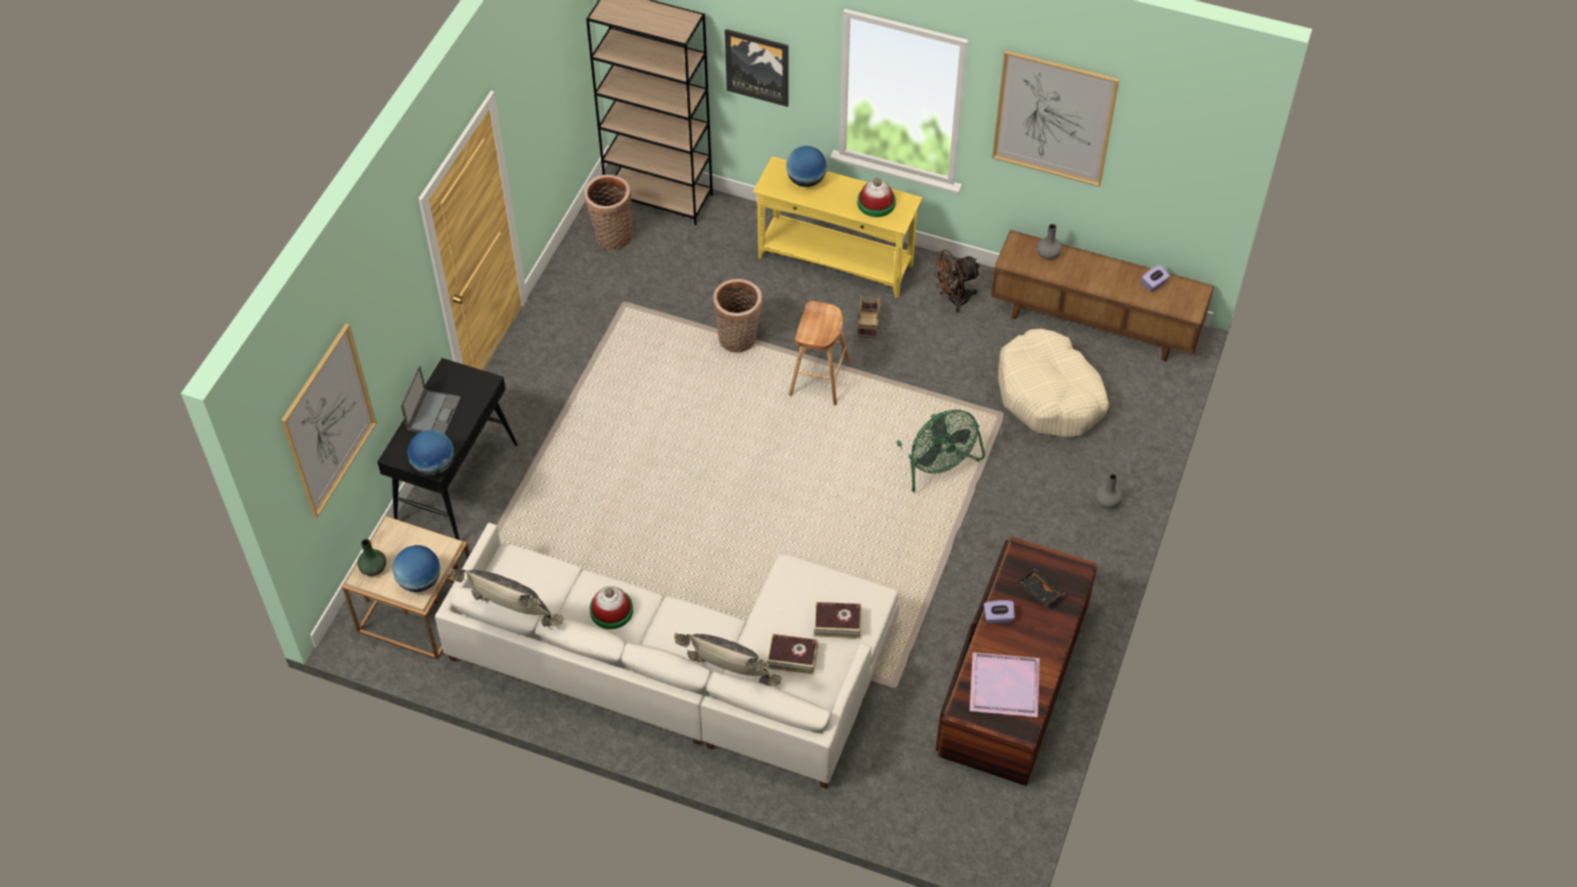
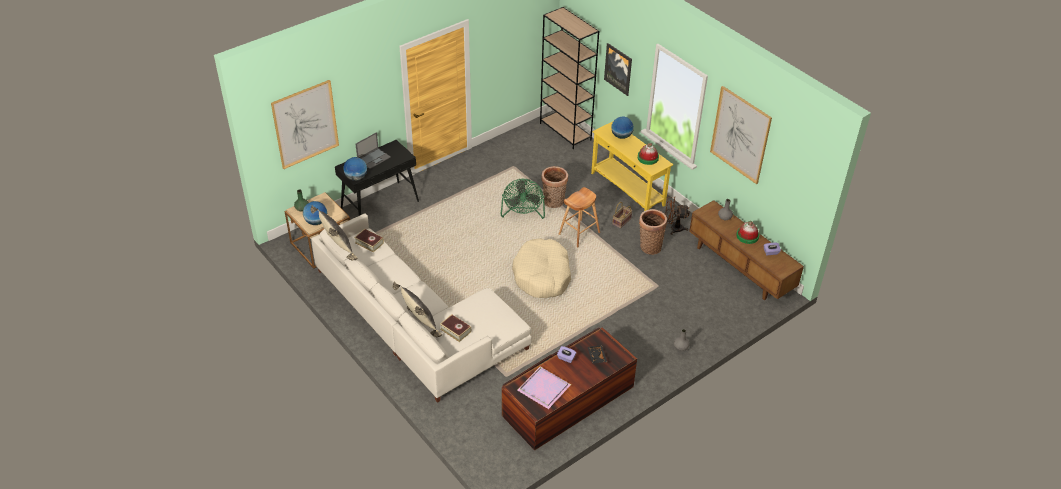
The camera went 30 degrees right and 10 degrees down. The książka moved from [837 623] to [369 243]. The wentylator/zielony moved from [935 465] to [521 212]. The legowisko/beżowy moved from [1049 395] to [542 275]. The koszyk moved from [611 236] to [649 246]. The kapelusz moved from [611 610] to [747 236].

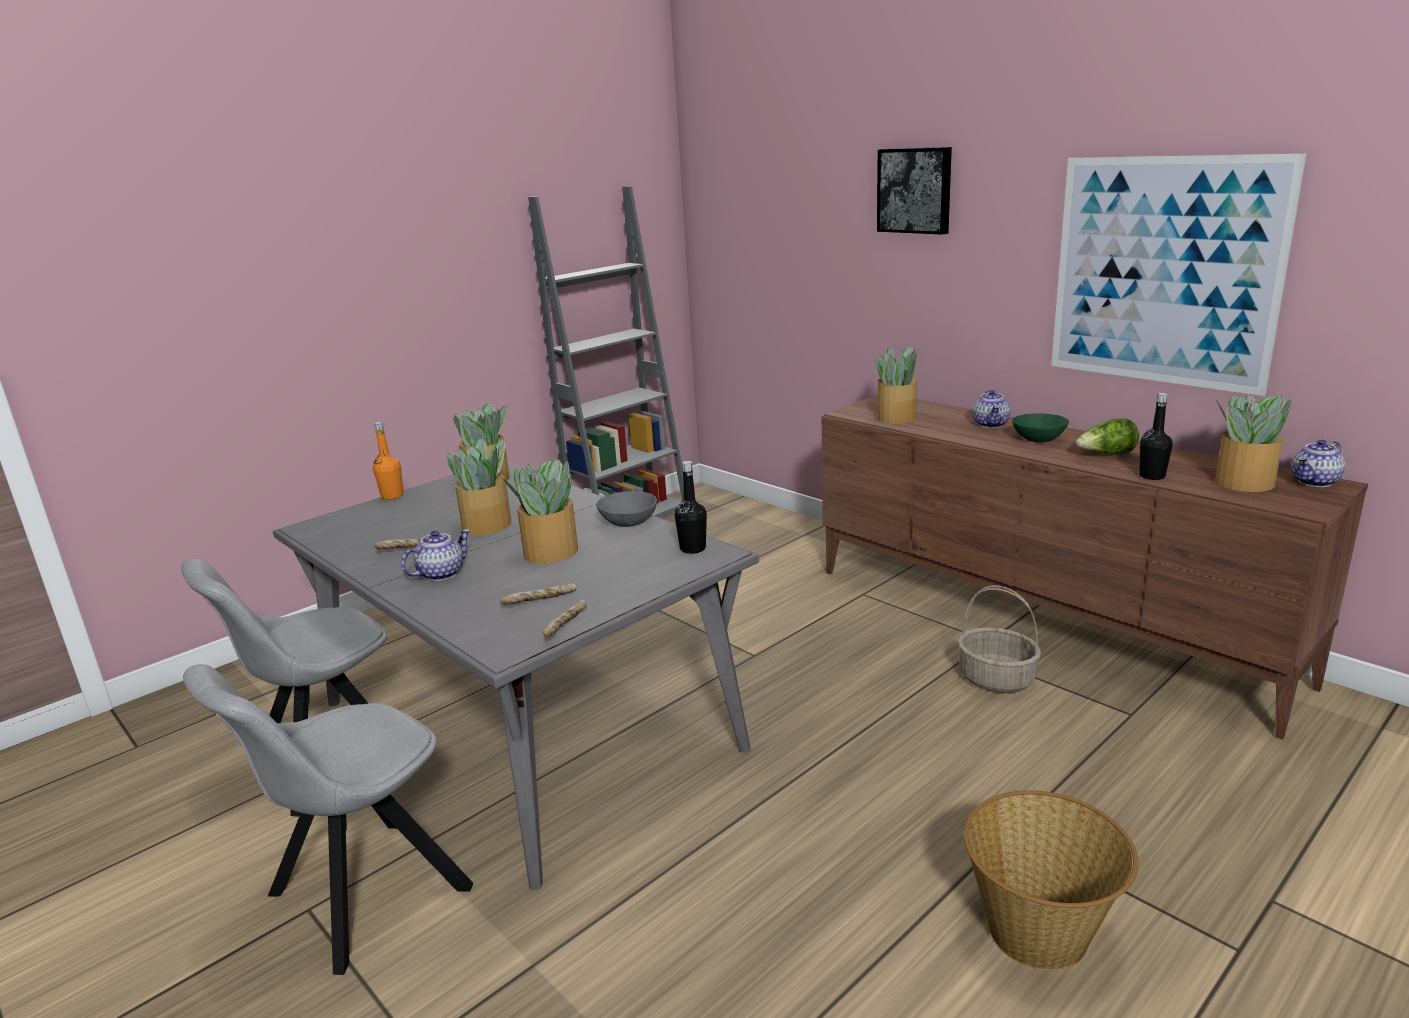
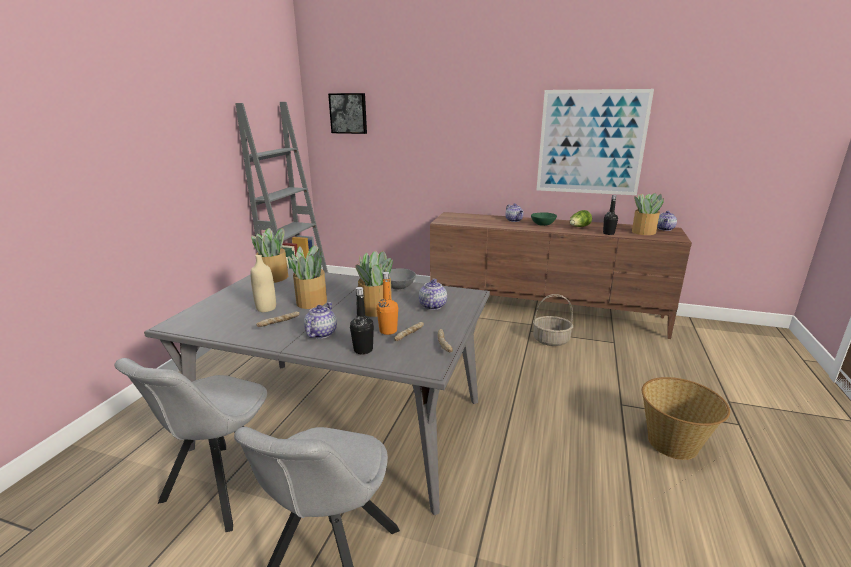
The camera went 30 degrees left and 0 degrees up. The butelka/beżowy at [266 308] appeared. The obraz moved from [915 190] to [348 113]. The butelka/czarny moved from [692 548] to [363 350]. The butelka/pomarańczowy moved from [392 496] to [388 331]. The imbryk at [432 306] appeared. The roślina doniczkowa at [897 417] disappeared.

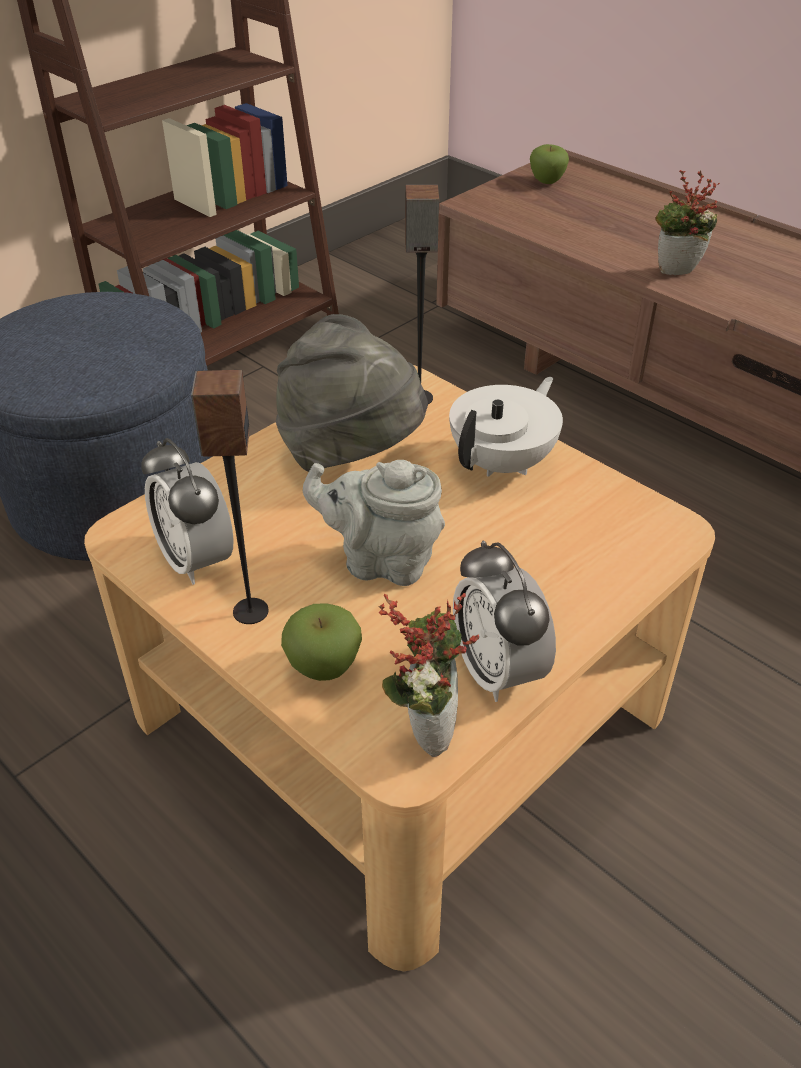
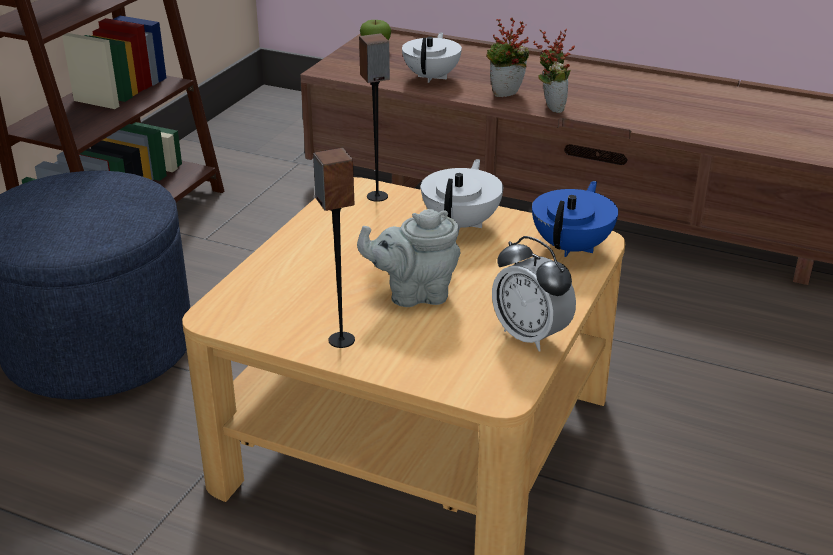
The camera went 20 degrees left and 10 degrees down. The imbryk/biały at [432 77] appeared. The imbryk/niebieski at [572 247] appeared. The roślina doniczkowa moved from [425 727] to [550 108]. The budzik at [196 560] disappeared. The kapelusz/szary at [351 454] disappeared. The jabłko at [323 667] disappeared.

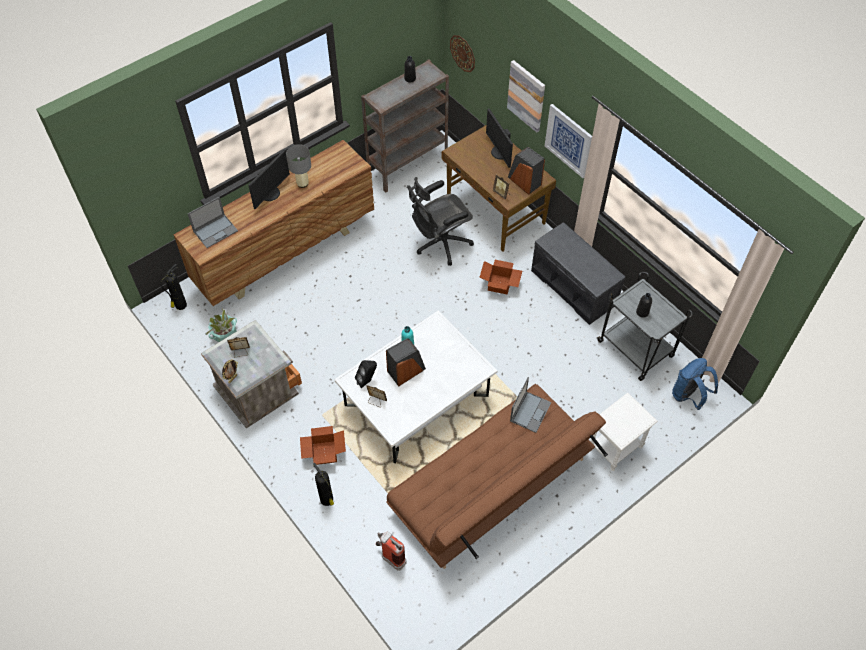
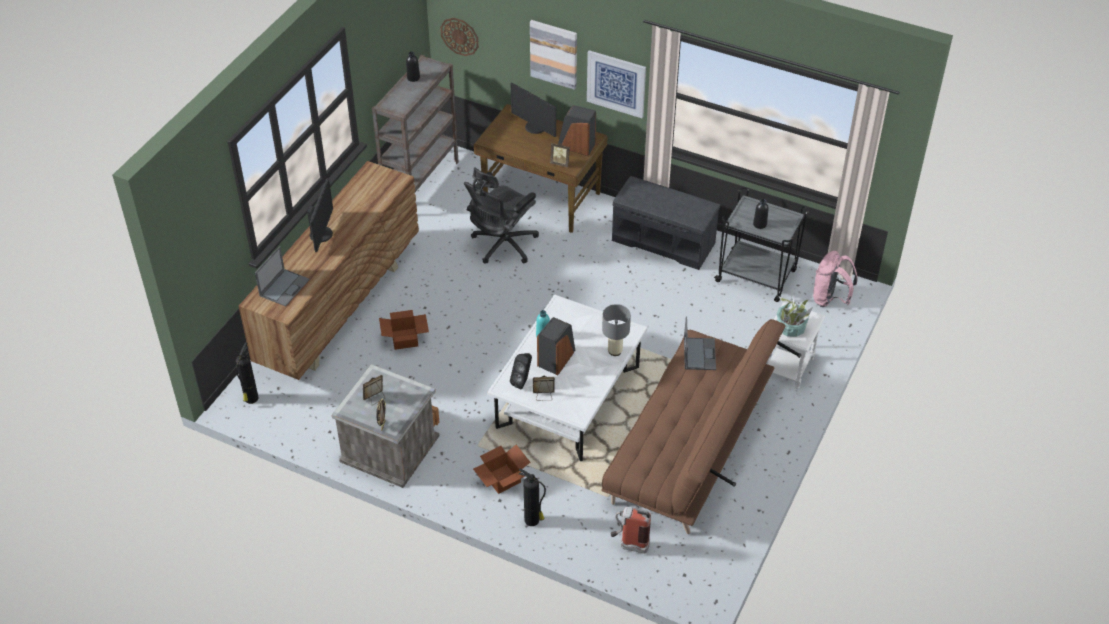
The camera went 25 degrees left and 10 degrees down. The karton moved from [500 285] to [405 339]. The lampa stołowa/szary moved from [302 183] to [614 351]. The roślina doniczkowa moved from [224 334] to [790 328]. The plecak/niebieski at [689 396] became the plecak/różowy at [830 299].

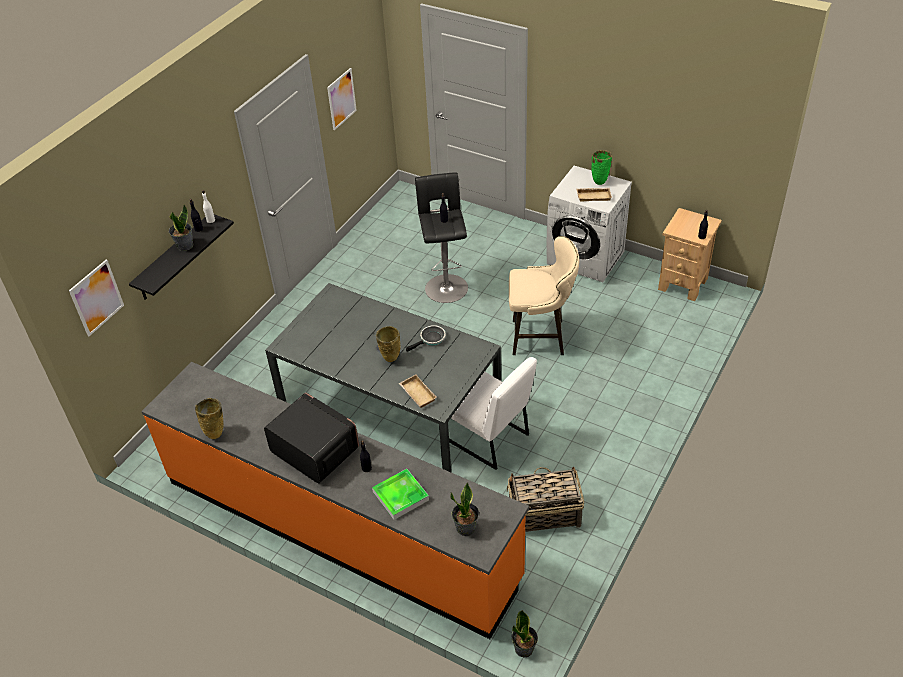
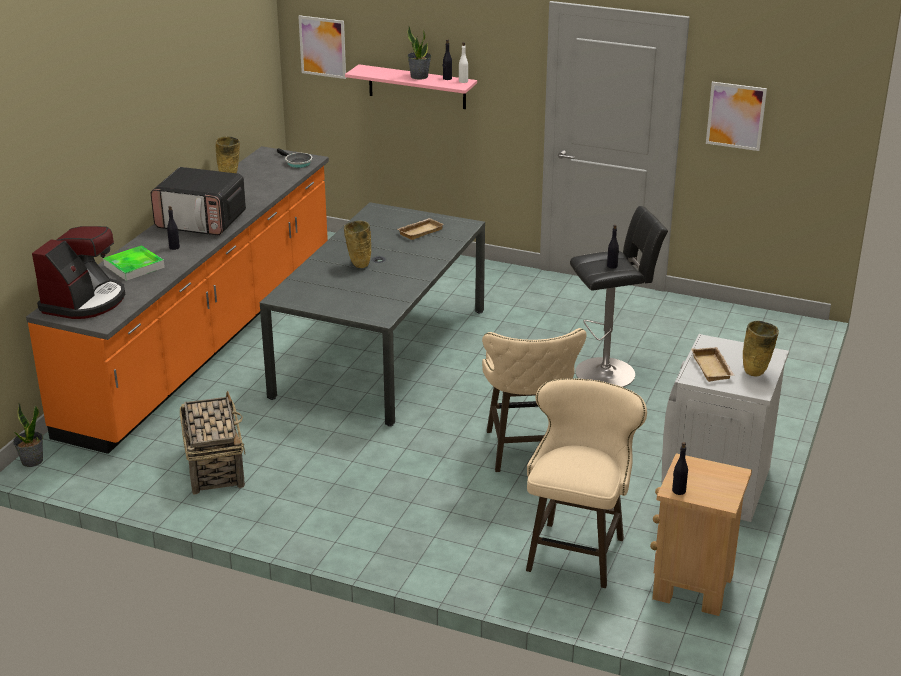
The camera went 80 degrees right and 15 degrees down. The roślina doniczkowa at [466 527] was replaced by the ekspres do kawy at [84 301]. The mikrofalówka at [314 451] turned 75 degrees clockwise. The patelnia moved from [431 339] to [297 162]. The półka/czarny at [174 258] became the półka/różowy at [417 87]. The taca/beżowy moved from [416 394] to [420 231]. The stołek/beżowy at [577 551] appeared. The wazon/zielony at [600 181] became the wazon/beżowy at [756 373]. The krzesło/biały at [487 438] disappeared.

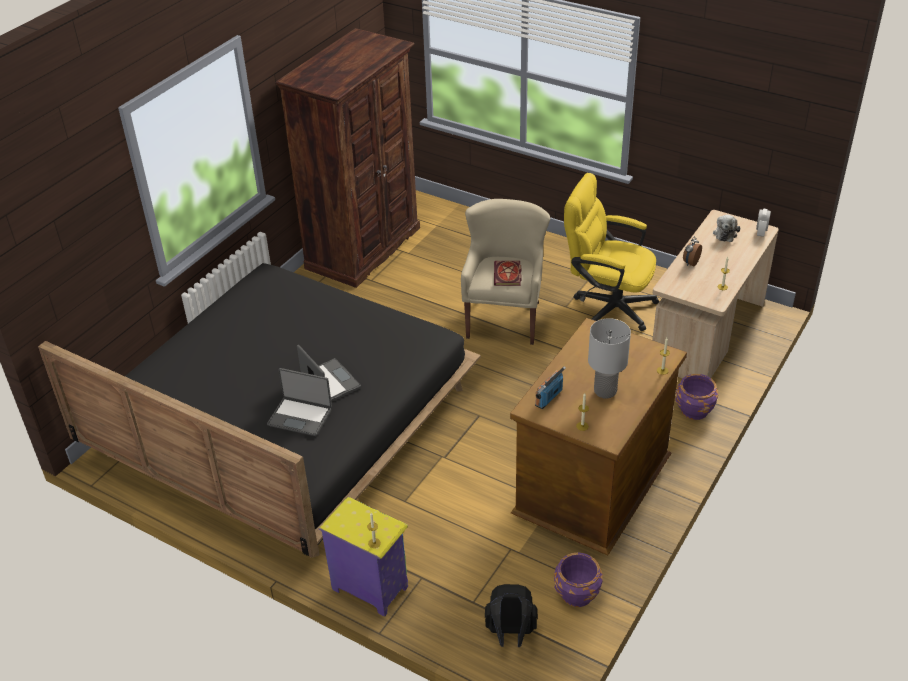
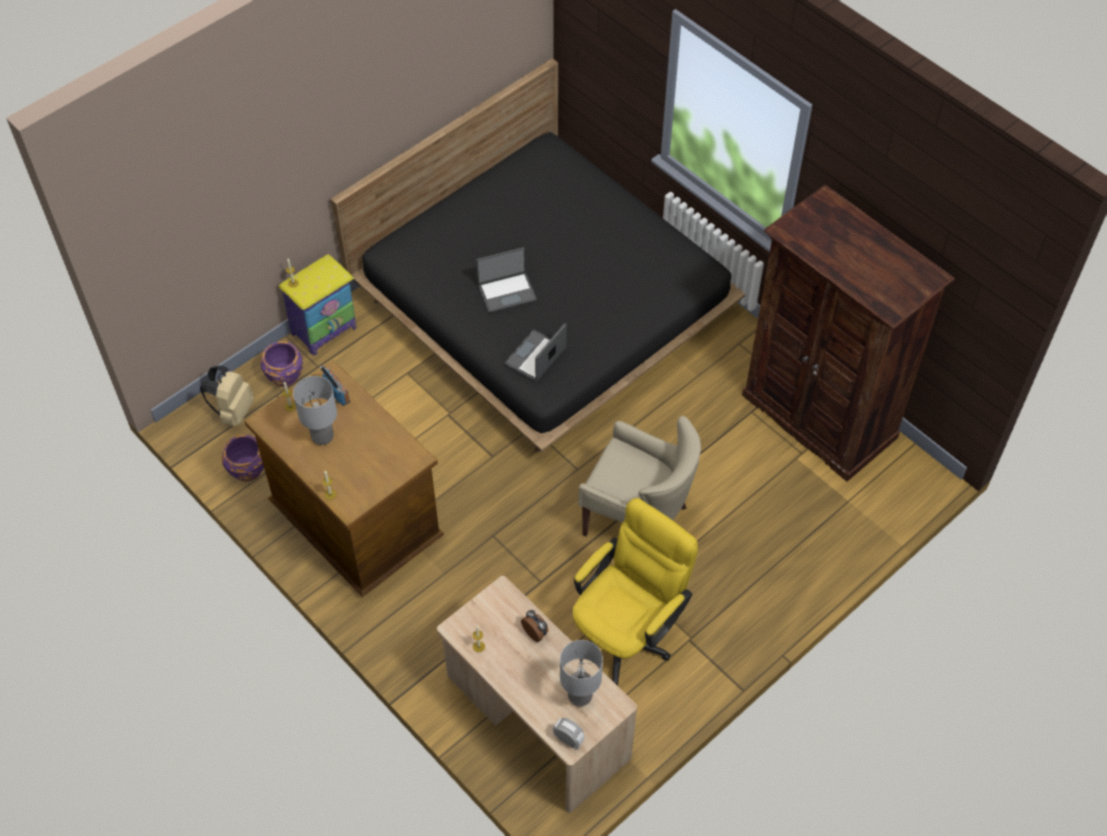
The camera went 105 degrees right and 15 degrees up. The plecak/czarny at [510 634] became the plecak/beżowy at [233 412]. The donica/fioletowy moved from [694 410] to [284 375]. The laptop moved from [300 416] to [536 357]. The pluszak at [725 233] was replaced by the lampa stołowa/szary at [580 697]. The książka at [508 275] disappeared.

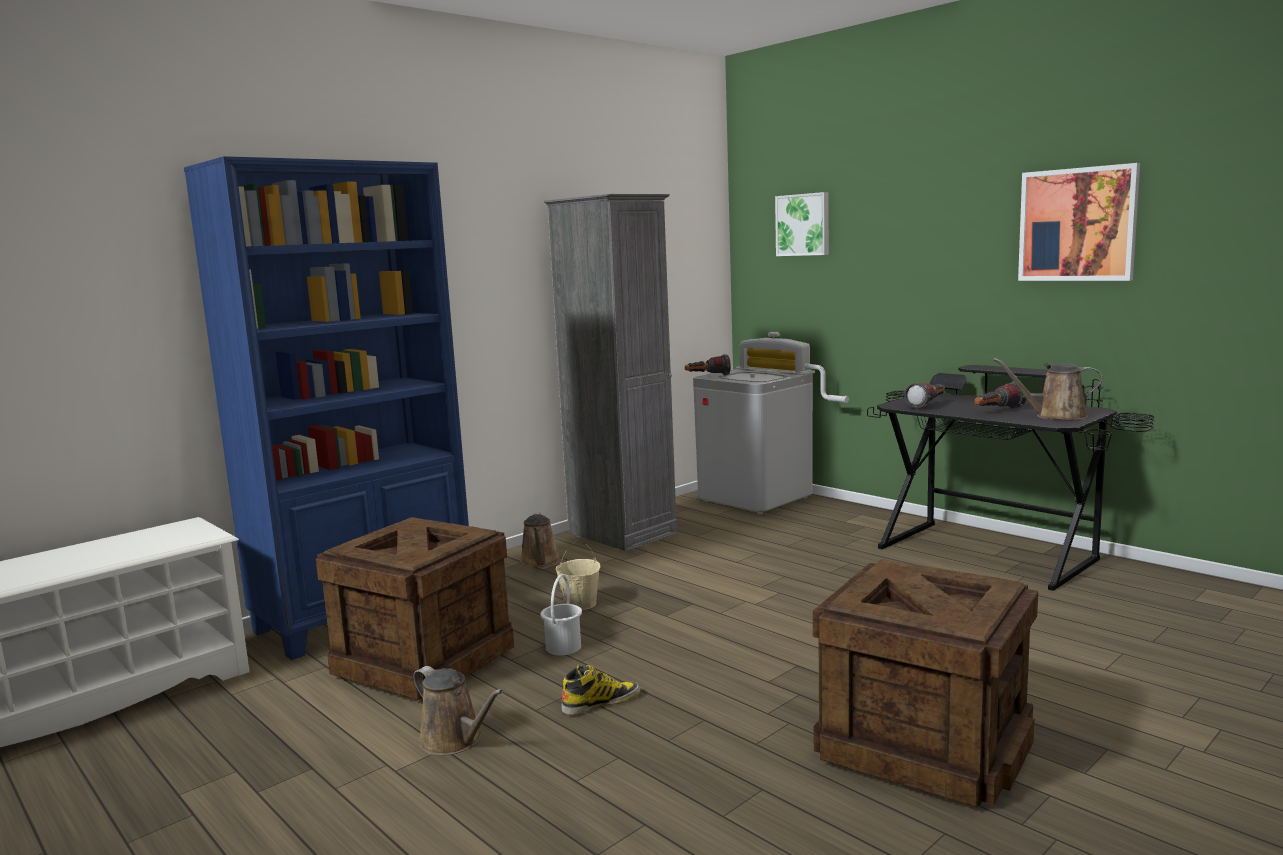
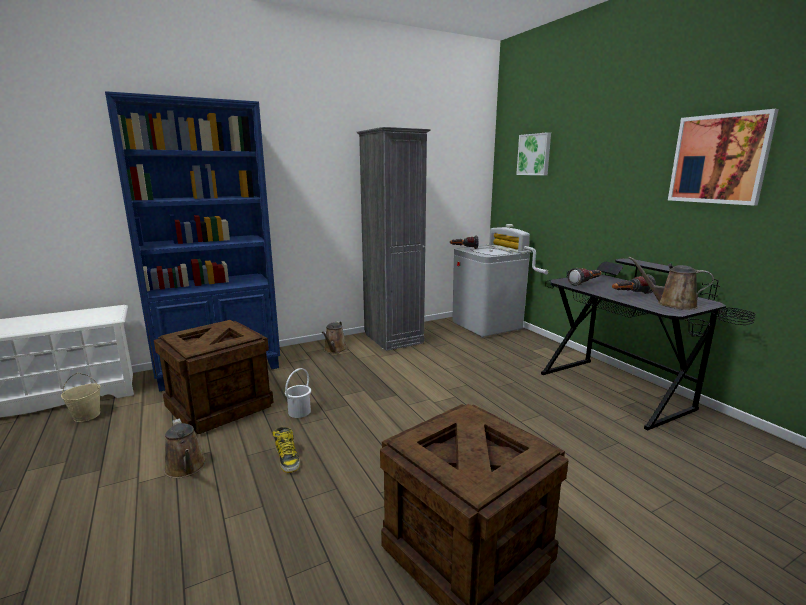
The camera went 15 degrees right and 5 degrees up. The wiadro/beżowy moved from [580 604] to [87 416]. The but z cholewką at [601 702] turned 75 degrees clockwise.

